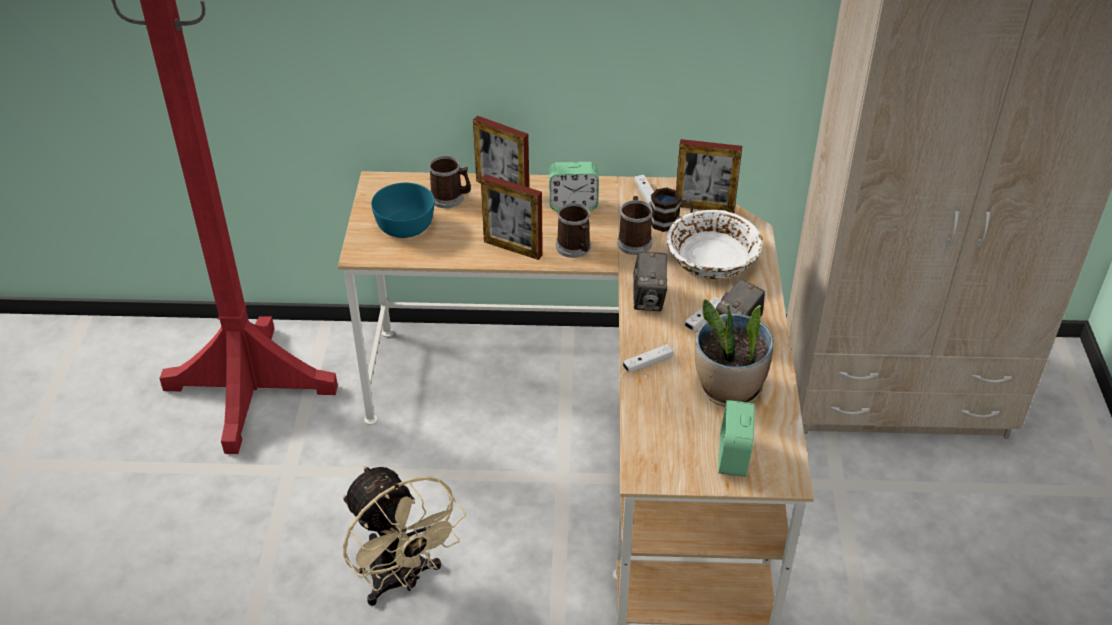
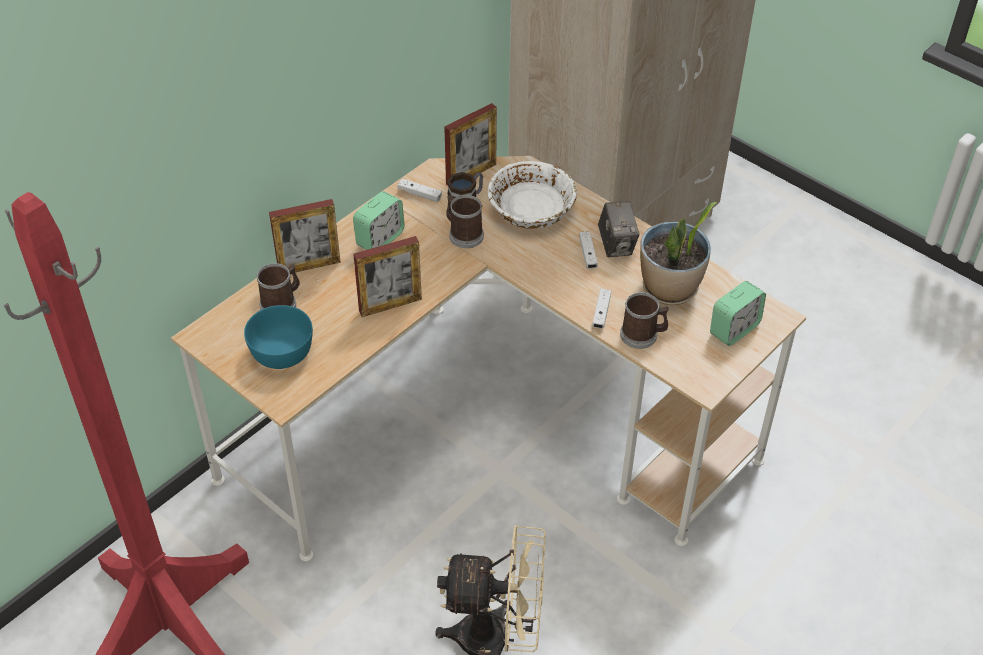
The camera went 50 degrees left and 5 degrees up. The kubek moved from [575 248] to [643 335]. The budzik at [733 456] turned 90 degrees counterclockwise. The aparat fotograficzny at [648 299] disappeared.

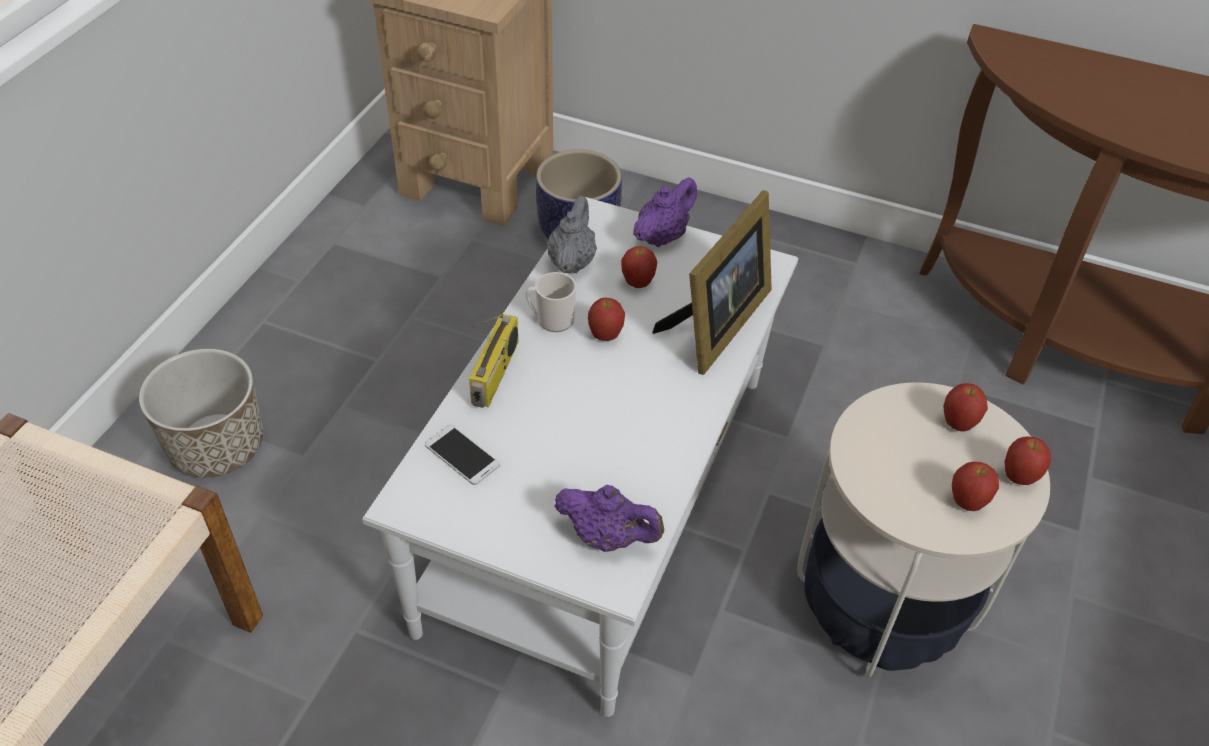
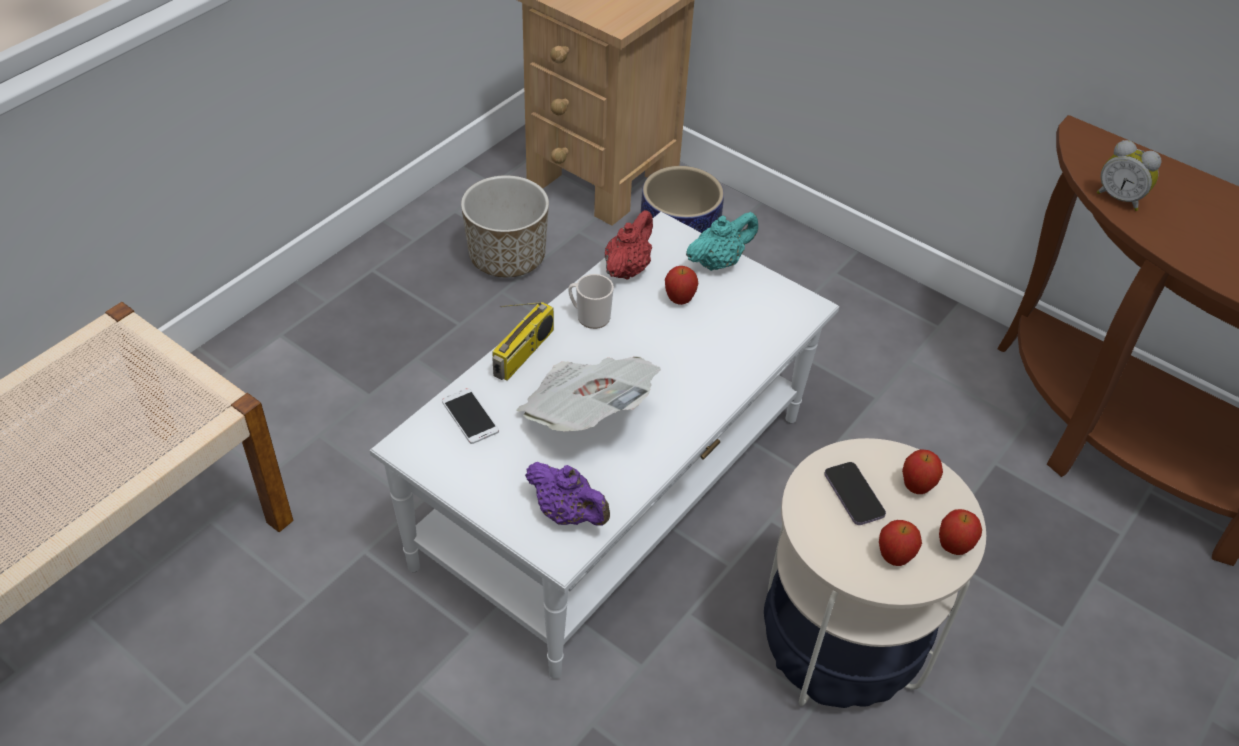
The camera went 15 degrees right and 0 degrees up. The donica moved from [216 446] to [507 257]. The gazeta at [586 413] appeared. The imbryk/szary at [572 261] became the imbryk/czerwony at [627 268]. The imbryk/fioletowy at [662 236] became the imbryk/turkusowy at [719 262]. The telefon at [853 495] appeared. The budzik at [1119 198] appeared. The jabłko at [605 336] disappeared. The ramka na zdjęcie at [716 325] disappeared.

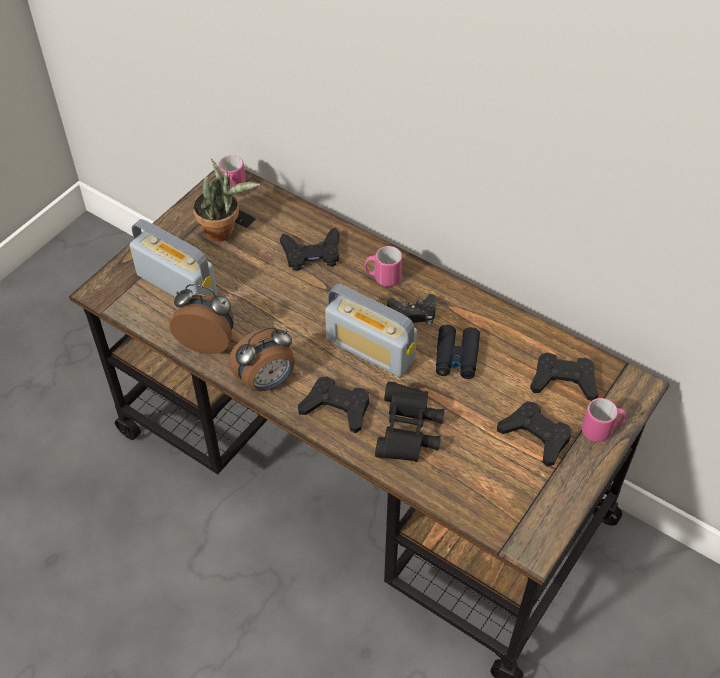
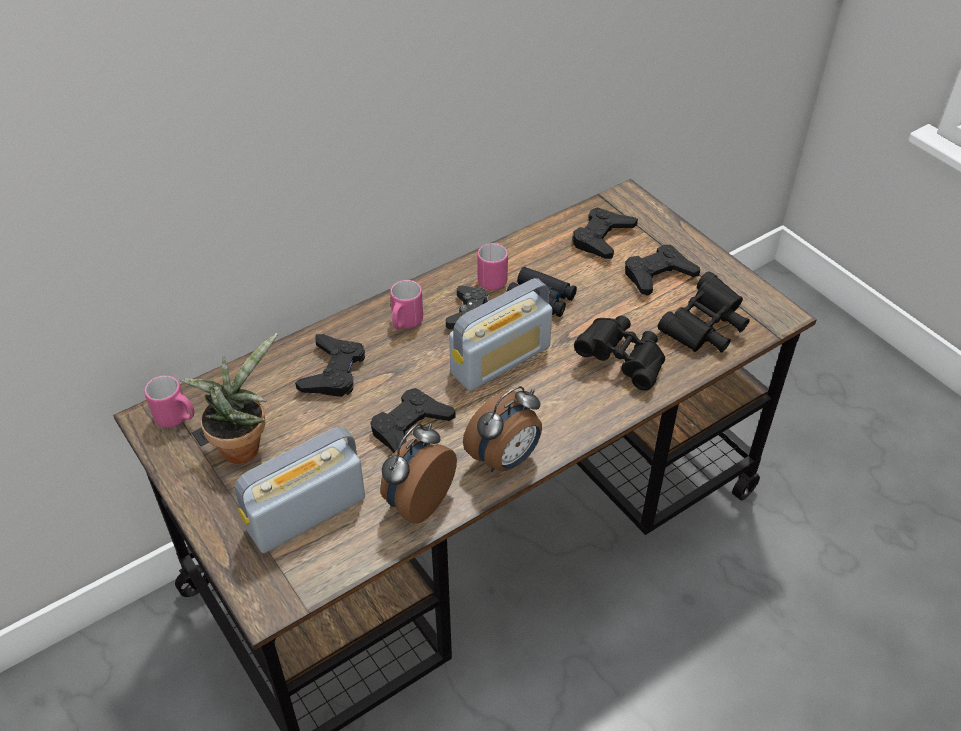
The camera went 70 degrees left and 5 degrees down. The pad do gier/czarny moved from [336 408] to [410 427]. The budzik at [267 381] turned 60 degrees clockwise. The kubek/różowy moved from [601 430] to [493 278]. The lornetka/czarny at [704 329] appeared.

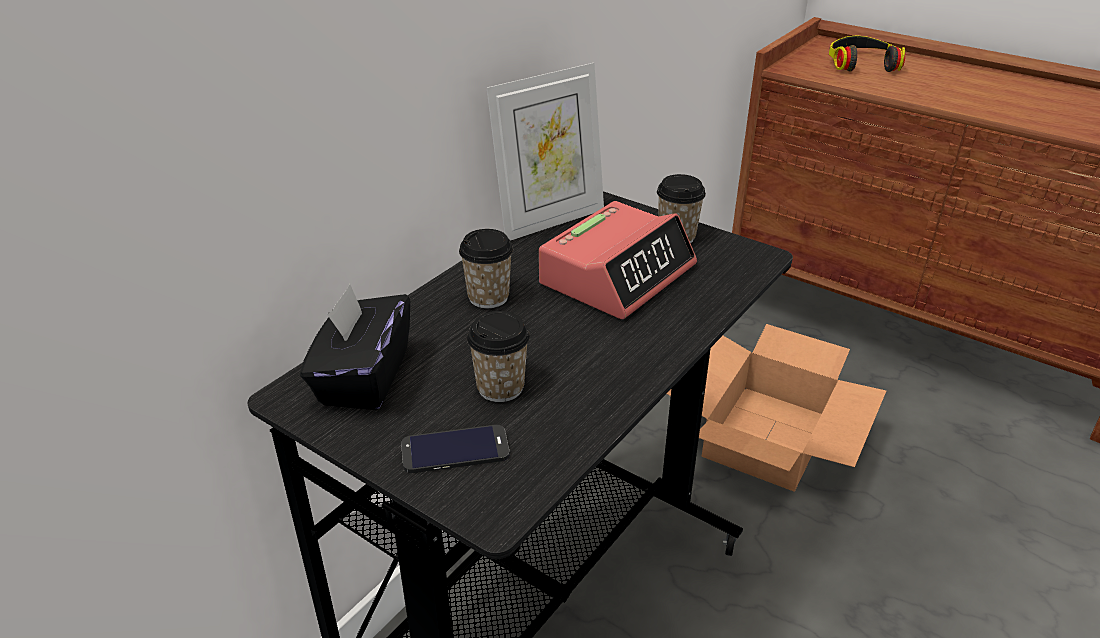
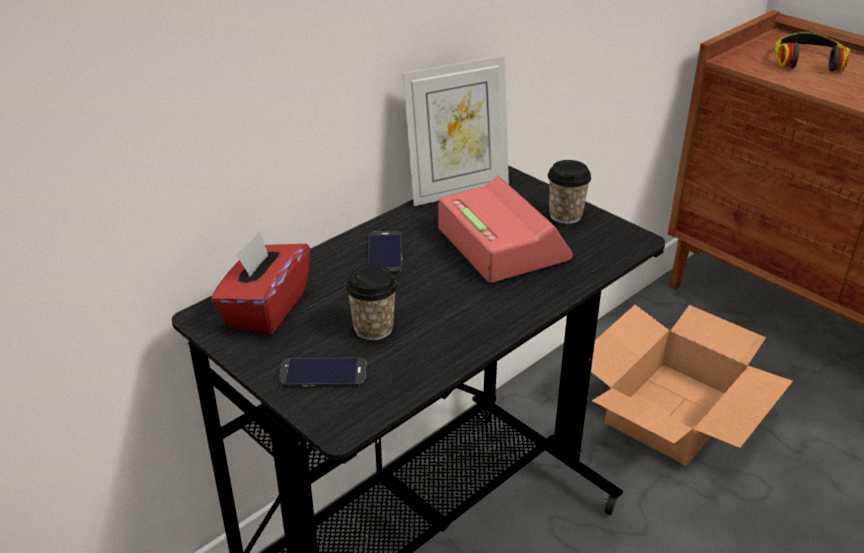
The camera went 10 degrees right and 0 degrees up. The pudełko chusteczek/czarny at [363 378] became the pudełko chusteczek/czerwony at [265 309]. The filiżanka at [488 297] was replaced by the telefon at [385 253]. The budzik at [617 274] turned 75 degrees counterclockwise.

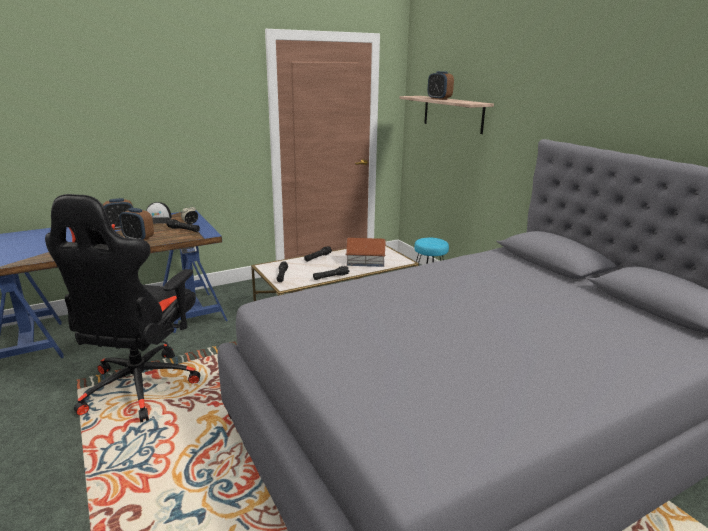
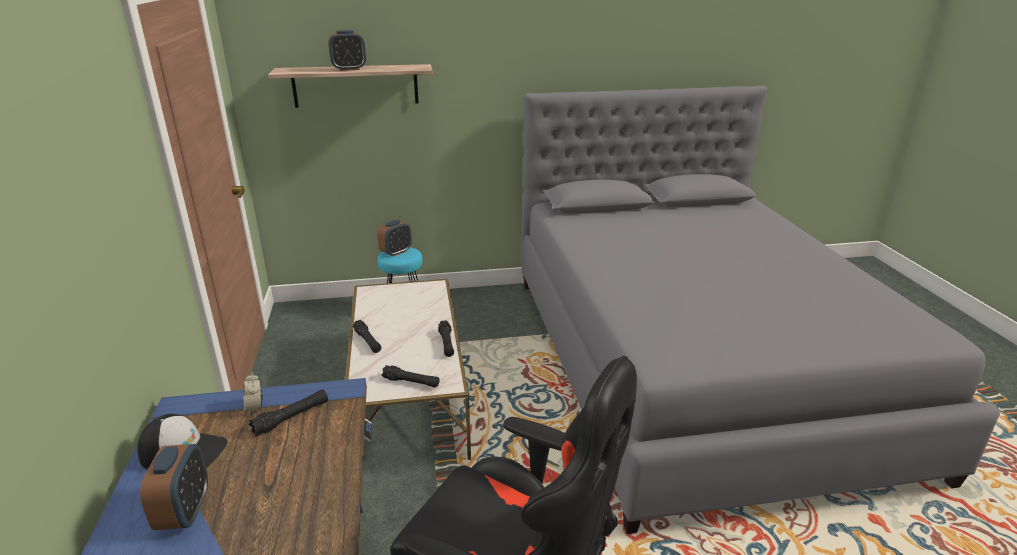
The camera went 70 degrees left and 5 degrees up. The budzik moved from [138 239] to [396 252]. The domek at [366 261] disappeared.

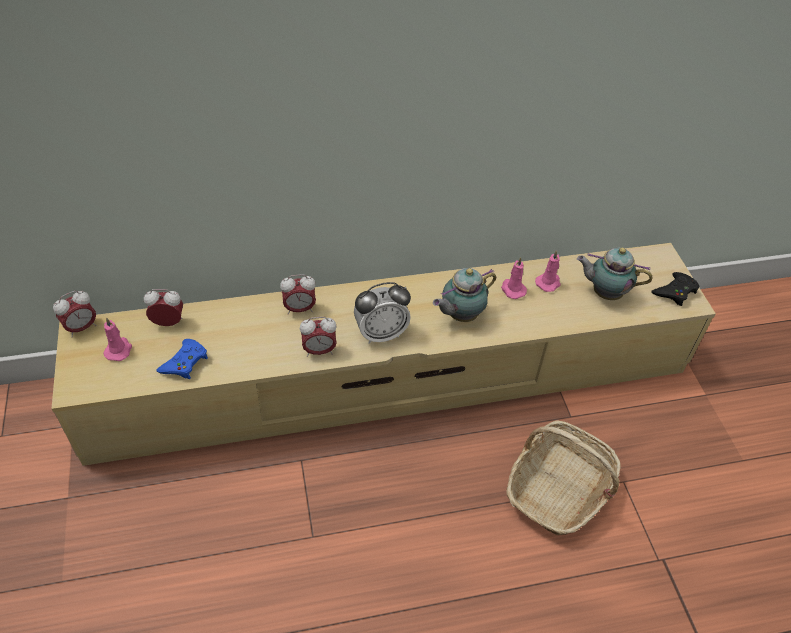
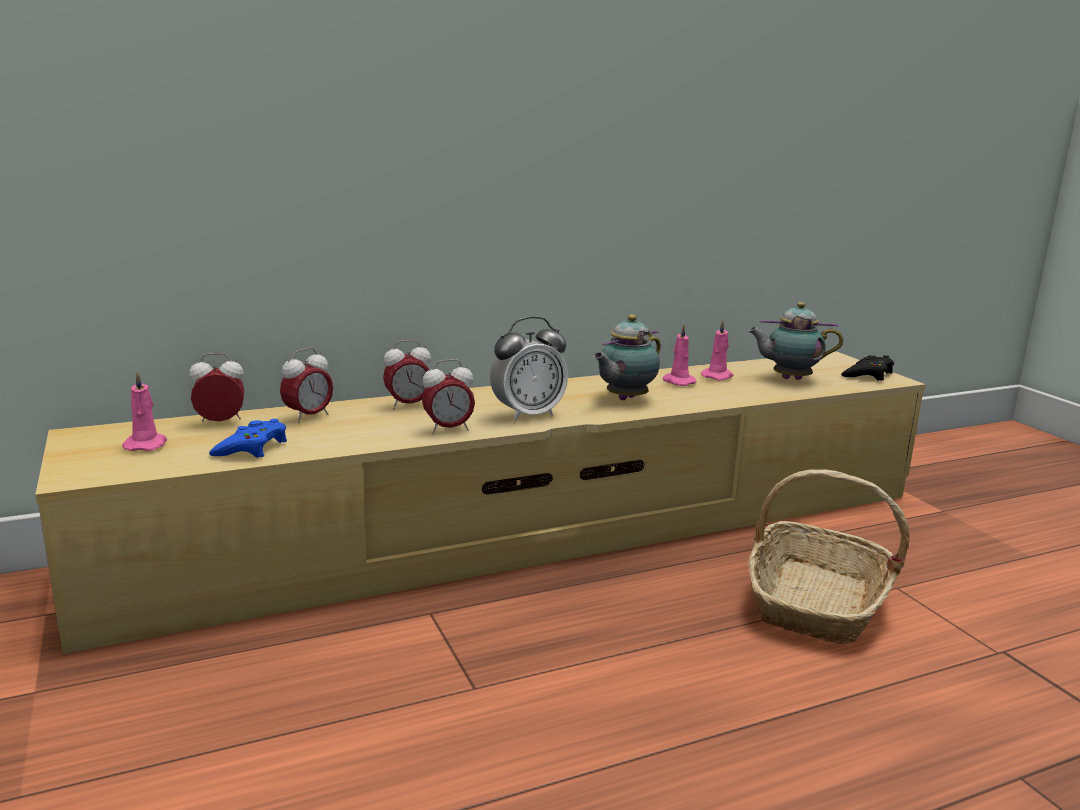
The camera went 10 degrees left and 30 degrees down. The budzik moved from [81 328] to [308 417].

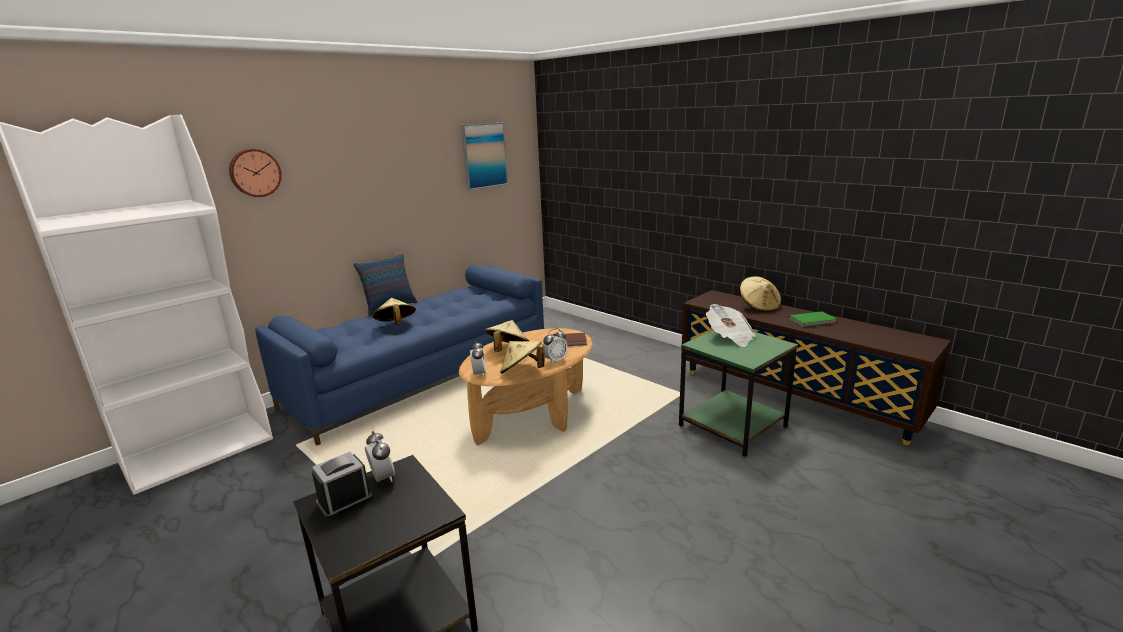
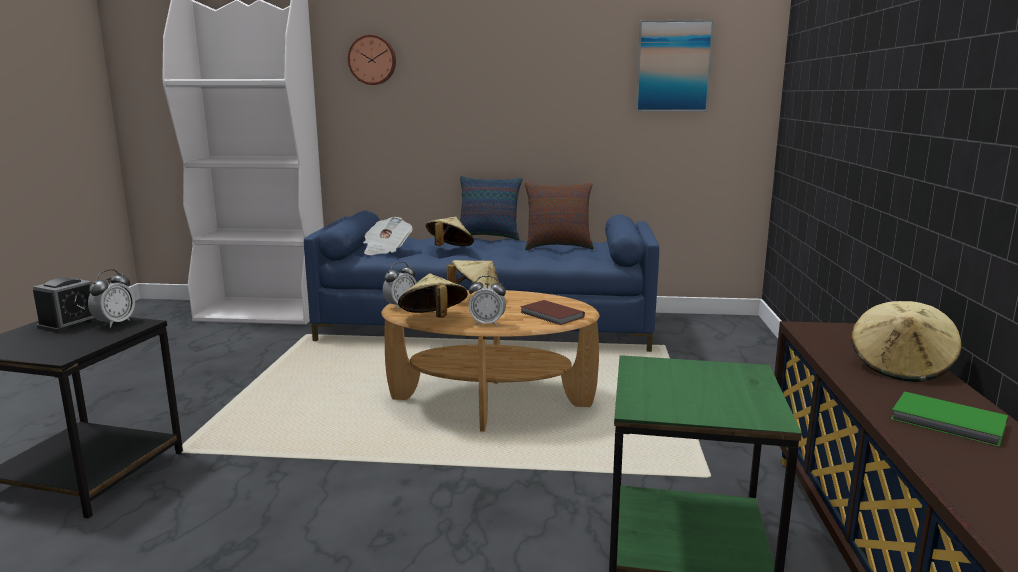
The camera went 50 degrees right and 5 degrees down. The budzik at [344 501] turned 105 degrees clockwise. The gazeta moved from [730 337] to [386 250]. The poduszka/brązowy at [558 247] appeared.

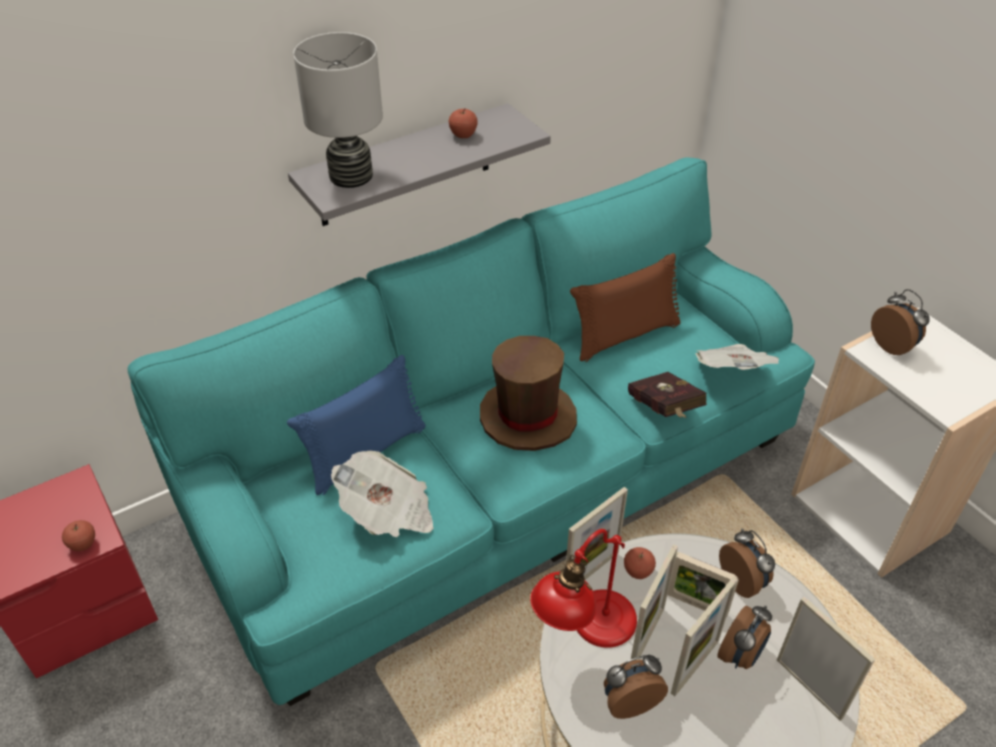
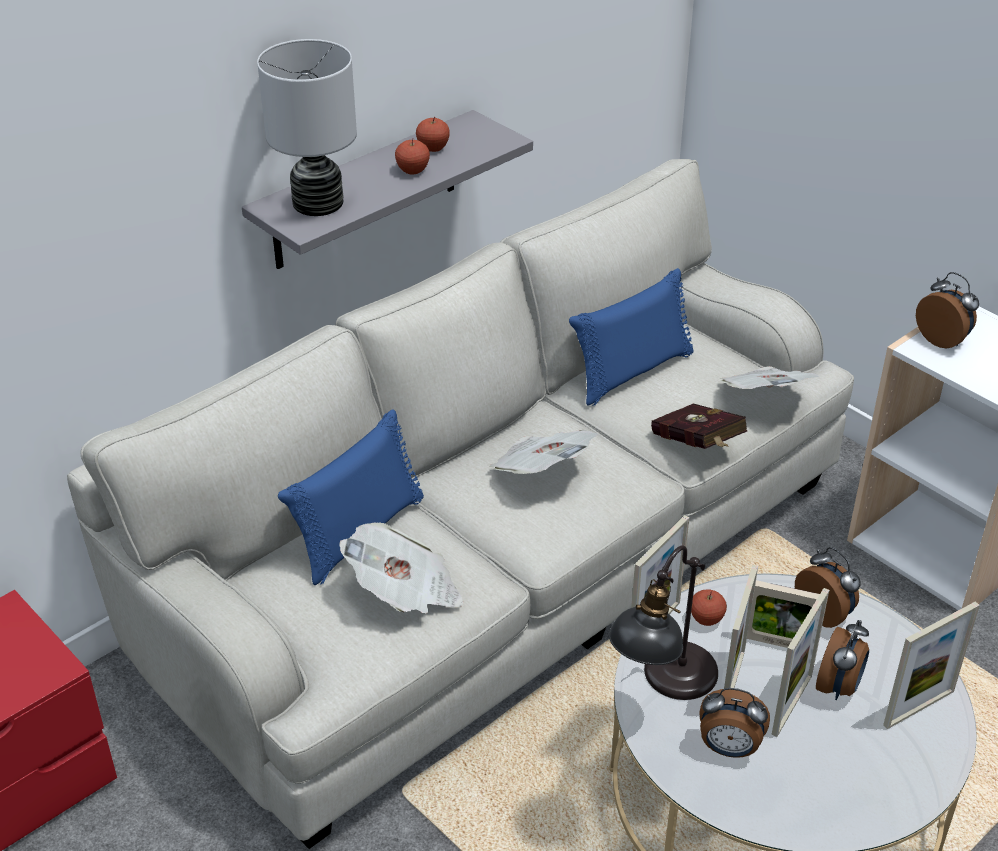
The camera went 10 degrees left and 5 degrees down. The kanapa/turkusowy at [497 481] became the kanapa/biały at [498 569]. The jabłko moved from [83 544] to [413 171]. The kapelusz/brązowy at [527 417] was replaced by the gazeta at [542 471]. The poduszka/brązowy at [624 335] became the poduszka/niebieski at [631 372]. The lampa stołowa/czerwony at [584 636] became the lampa stołowa/szary at [663 691]. The budzik at [629 701] turned 135 degrees counterclockwise. The ramka na zdjęcie at [809 688] turned 105 degrees clockwise.

